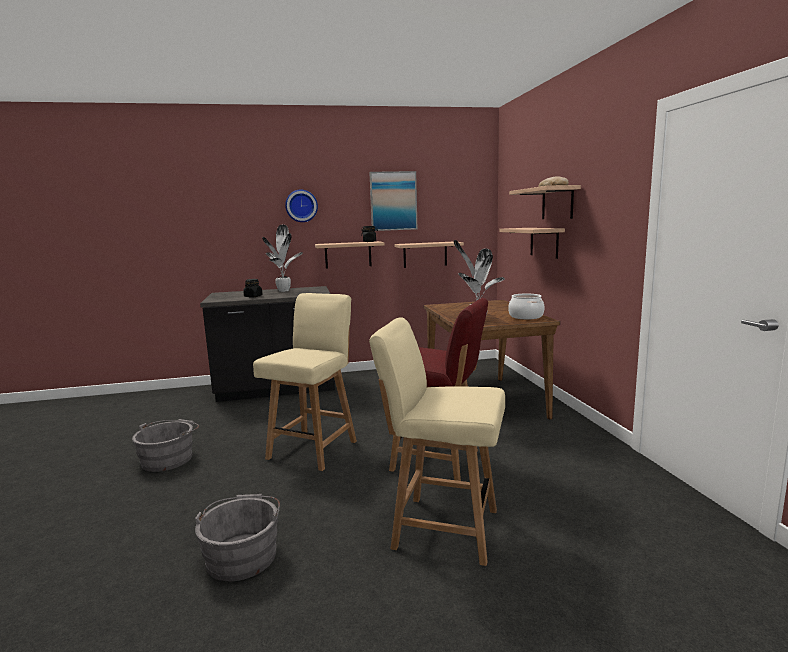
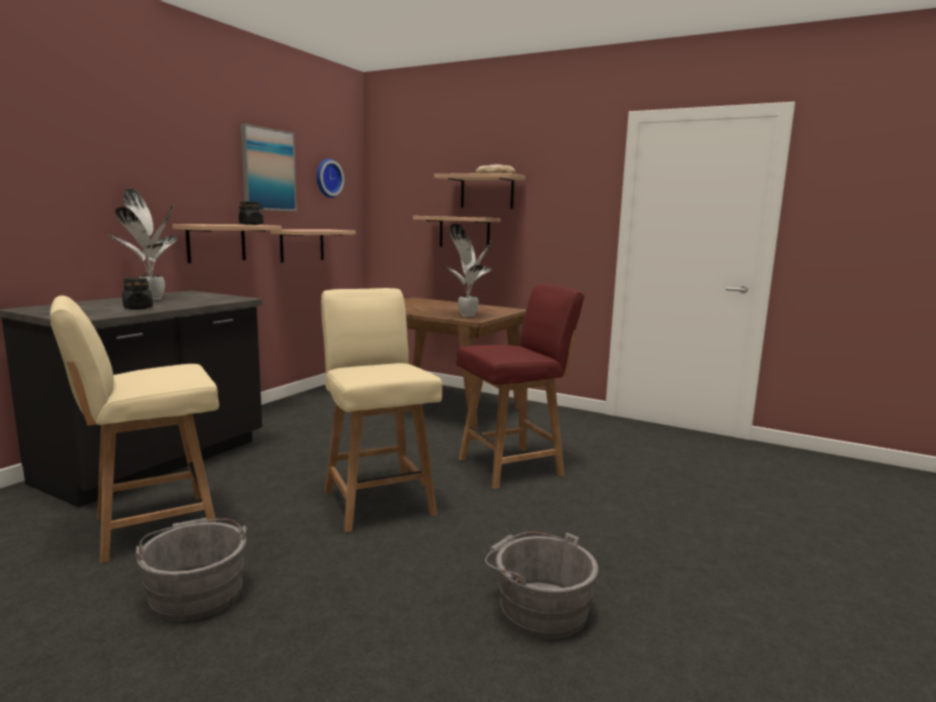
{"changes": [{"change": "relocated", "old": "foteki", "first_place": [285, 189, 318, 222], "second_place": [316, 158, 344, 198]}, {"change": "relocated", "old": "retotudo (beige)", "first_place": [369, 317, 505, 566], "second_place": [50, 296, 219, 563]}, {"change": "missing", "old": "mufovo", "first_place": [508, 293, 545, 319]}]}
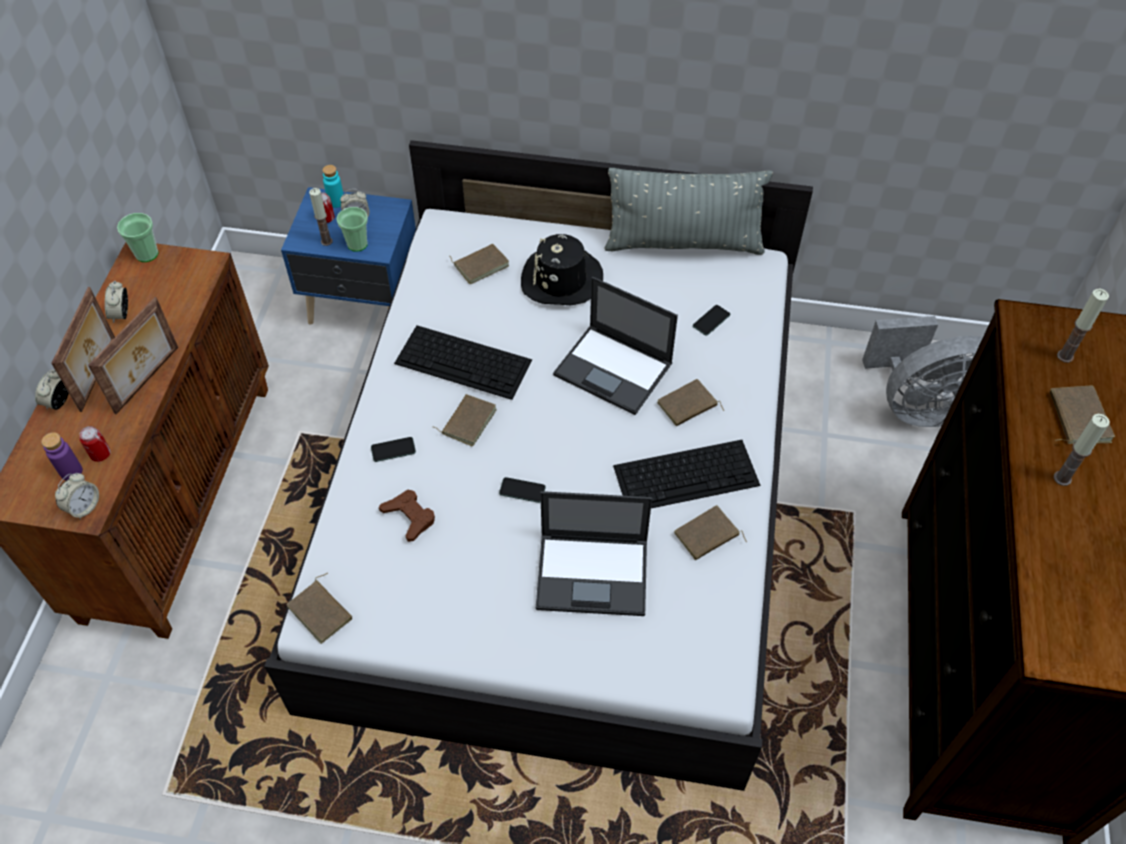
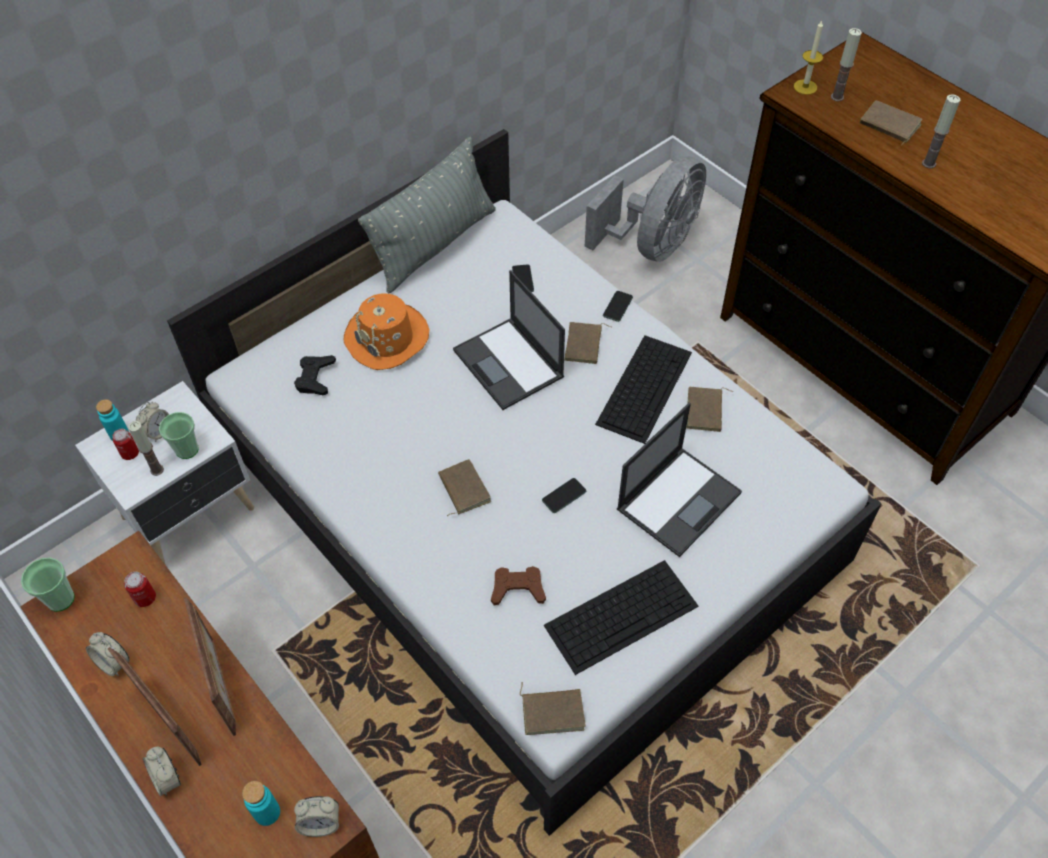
{"changes": [{"change": "colour", "old": "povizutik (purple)", "new": "povizutik (turquoise)", "first_place": [41, 432, 83, 481], "second_place": [242, 781, 280, 826]}, {"change": "spun", "old": "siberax", "first_place": [55, 473, 99, 519], "second_place": [294, 796, 339, 837], "degrees": 105}, {"change": "relocated", "old": "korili", "first_place": [79, 426, 111, 462], "second_place": [124, 572, 156, 607]}, {"change": "colour", "old": "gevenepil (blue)", "new": "gevenepil (white)", "first_place": [281, 187, 416, 325], "second_place": [75, 381, 254, 565]}, {"change": "relocated", "old": "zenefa", "first_place": [371, 437, 416, 462], "second_place": [603, 291, 633, 322]}, {"change": "relocated", "old": "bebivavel", "first_place": [394, 325, 532, 400], "second_place": [544, 560, 699, 675]}, {"change": "exchanged", "old": "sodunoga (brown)", "new": "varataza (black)", "first_place": [450, 244, 509, 284], "second_place": [294, 355, 336, 395]}, {"change": "colour", "old": "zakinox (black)", "new": "zakinox (orange)", "first_place": [521, 234, 603, 305], "second_place": [344, 293, 429, 370]}, {"change": "spun", "old": "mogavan", "first_place": [553, 277, 678, 415], "second_place": [453, 270, 565, 410], "degrees": 75}, {"change": "appeared", "new": "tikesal", "second_place": [794, 20, 823, 95]}]}
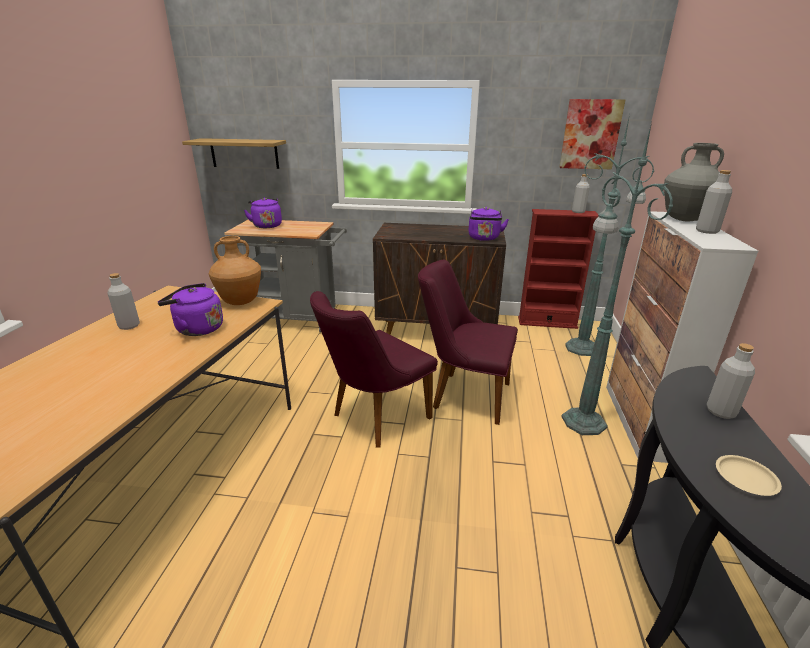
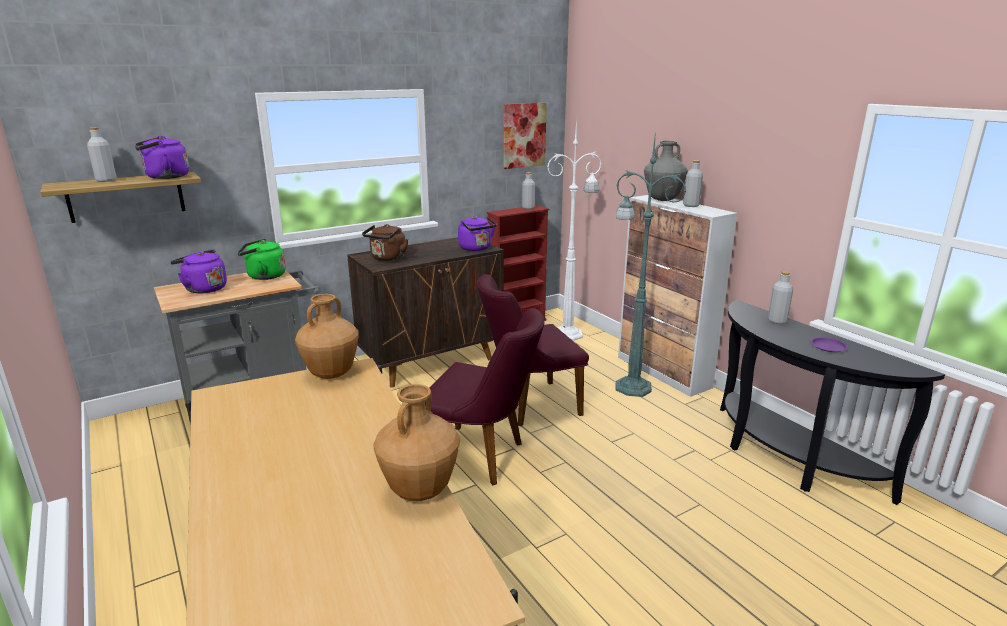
{"changes": [{"change": "relocated", "old": "povizutik (grey)", "first_place": [108, 273, 140, 330], "second_place": [87, 127, 117, 182]}, {"change": "relocated", "old": "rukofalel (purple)", "first_place": [158, 283, 223, 336], "second_place": [135, 136, 189, 179]}, {"change": "spun", "old": "retotudo (purple)", "first_place": [310, 291, 438, 448], "second_place": [425, 308, 545, 485], "degrees": -75}, {"change": "colour", "old": "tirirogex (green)", "new": "tirirogex (white)", "first_place": [565, 115, 654, 356], "second_place": [547, 119, 601, 341]}, {"change": "colour", "old": "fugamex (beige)", "new": "fugamex (purple)", "first_place": [716, 455, 782, 496], "second_place": [811, 337, 848, 352]}, {"change": "appeared", "new": "rukofalel (green)", "second_place": [238, 239, 286, 280]}, {"change": "appeared", "new": "rukofalel (brown)", "second_place": [362, 224, 408, 261]}, {"change": "appeared", "new": "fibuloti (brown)", "second_place": [373, 384, 460, 501]}]}
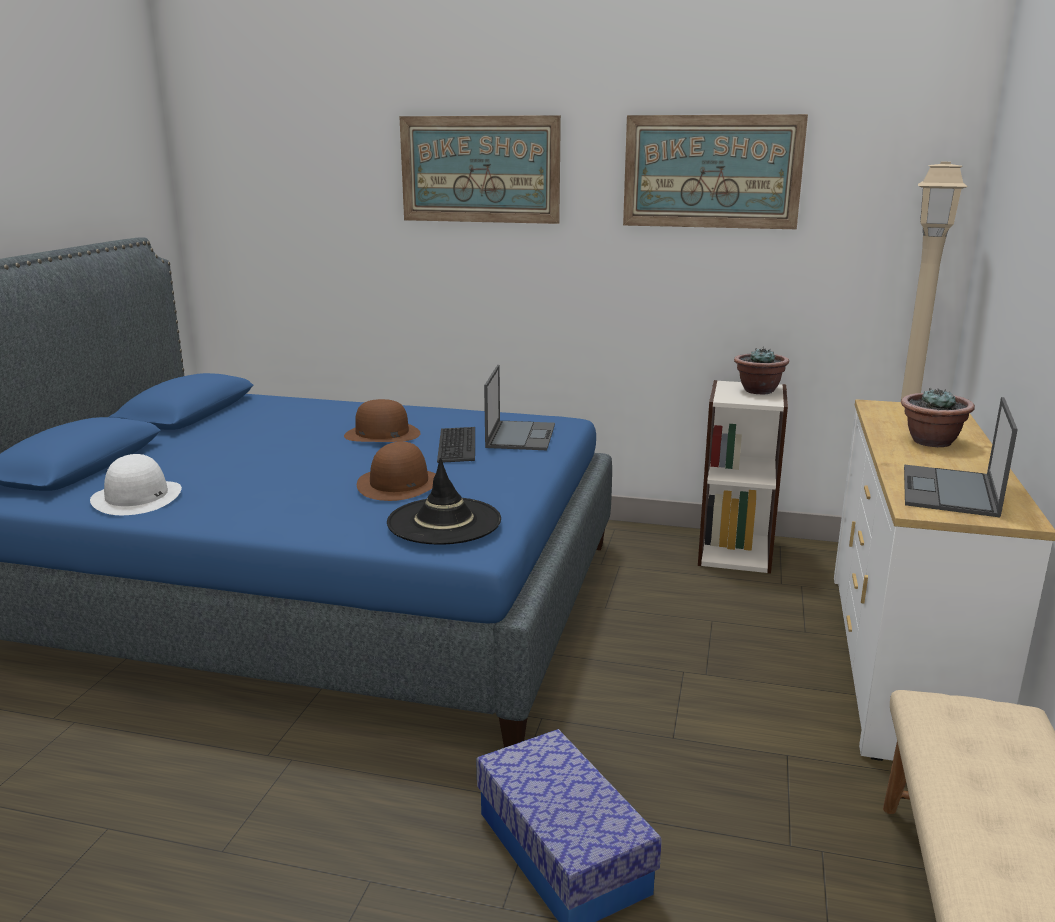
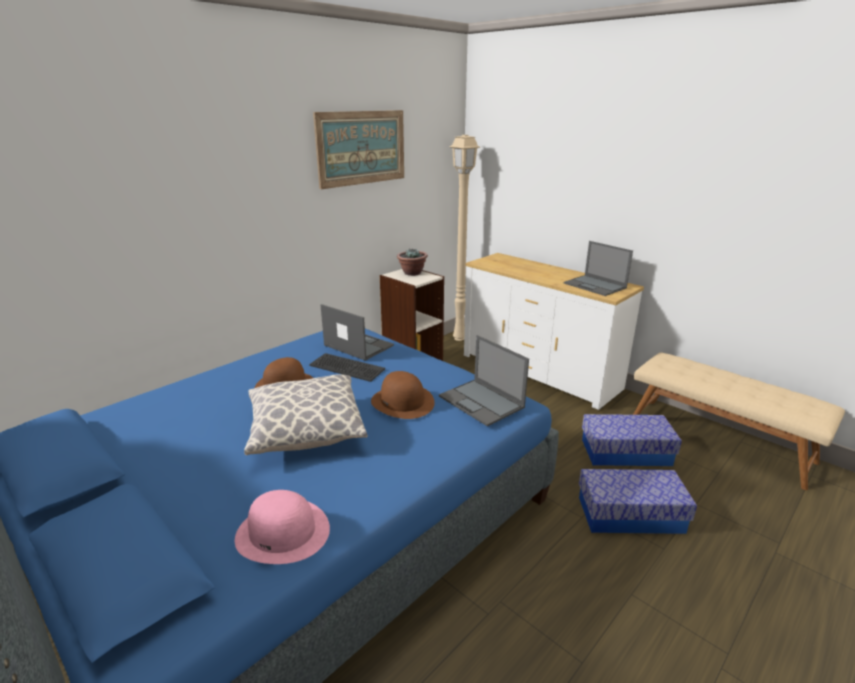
{"changes": [{"change": "colour", "old": "zakinox (white)", "new": "zakinox (pink)", "first_place": [90, 454, 182, 515], "second_place": [235, 490, 330, 564]}, {"change": "exchanged", "old": "zakinox (black)", "new": "mogavan", "first_place": [387, 458, 501, 544], "second_place": [439, 335, 529, 426]}, {"change": "missing", "old": "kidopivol", "first_place": [399, 115, 561, 224]}, {"change": "missing", "old": "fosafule", "first_place": [901, 388, 975, 447]}, {"change": "appeared", "new": "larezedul", "second_place": [244, 374, 367, 455]}, {"change": "appeared", "new": "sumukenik", "second_place": [582, 414, 682, 466]}]}
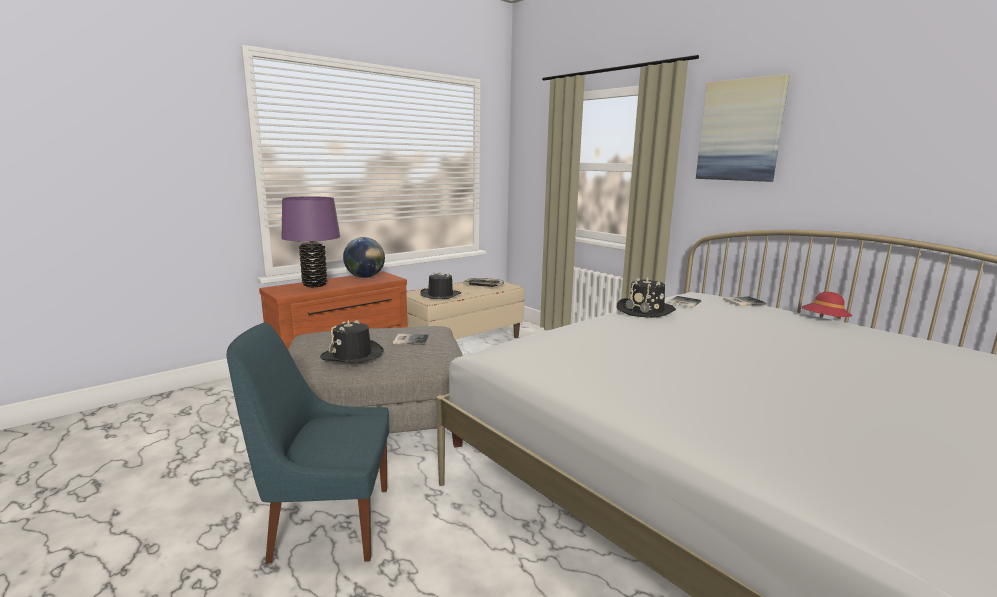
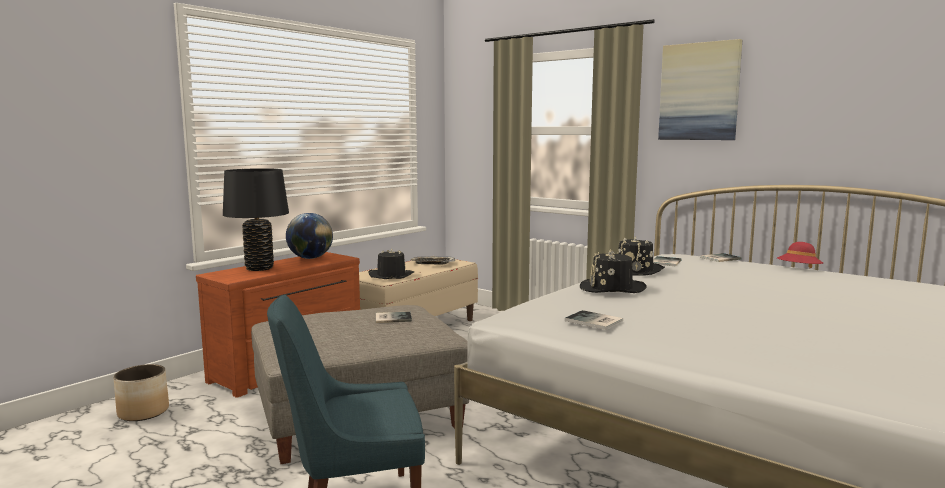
{"changes": [{"change": "colour", "old": "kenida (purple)", "new": "kenida (black)", "first_place": [282, 196, 340, 287], "second_place": [223, 168, 289, 271]}, {"change": "relocated", "old": "zakinox (black)", "first_place": [320, 320, 384, 364], "second_place": [580, 249, 647, 293]}, {"change": "appeared", "new": "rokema", "second_place": [113, 364, 169, 421]}, {"change": "appeared", "new": "sodunoga", "second_place": [565, 310, 623, 330]}]}
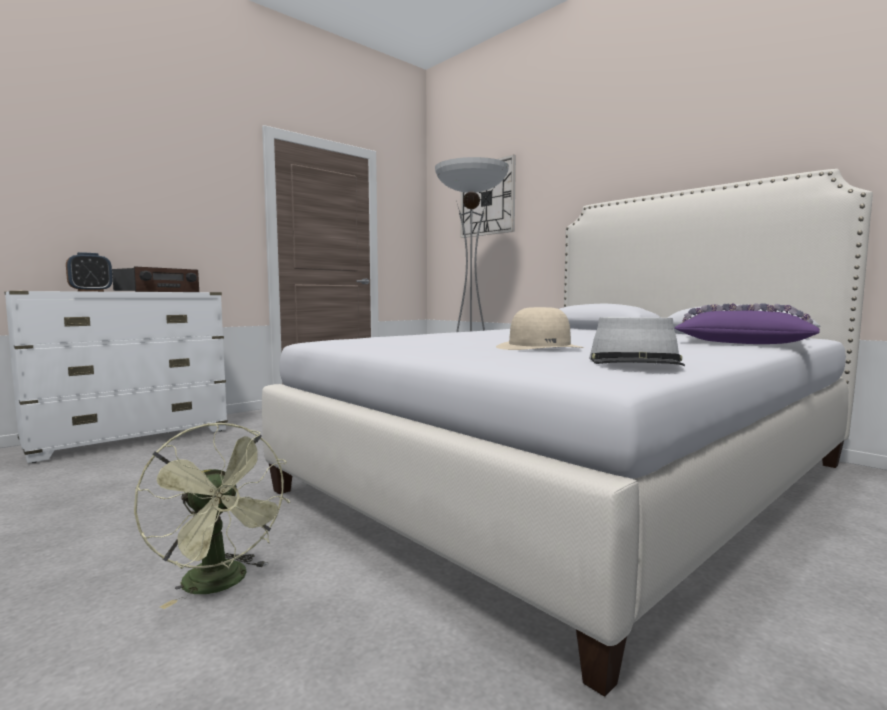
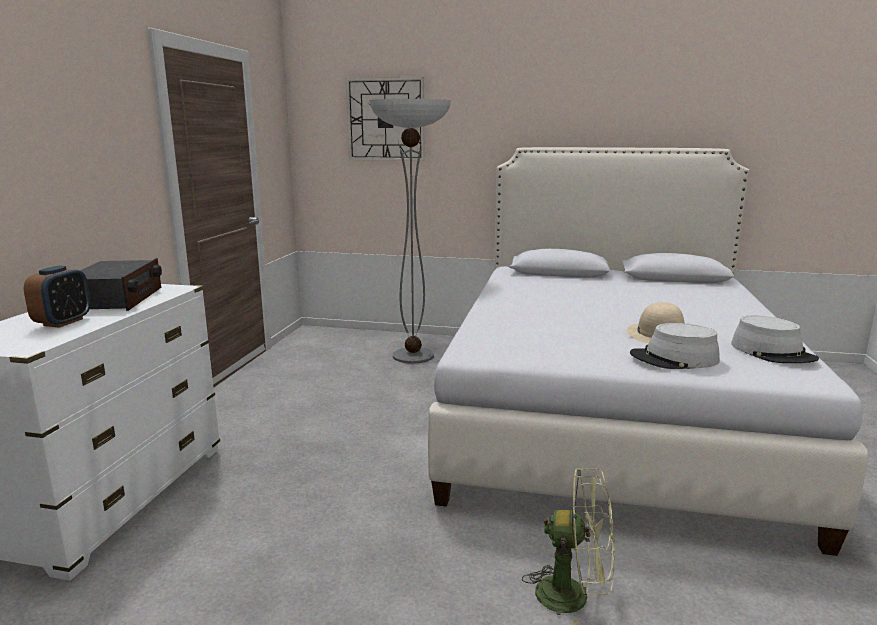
{"changes": [{"change": "missing", "old": "larezedul (purple)", "first_place": [675, 303, 820, 344]}, {"change": "appeared", "new": "zakinox (grey)", "second_place": [630, 323, 720, 369]}]}
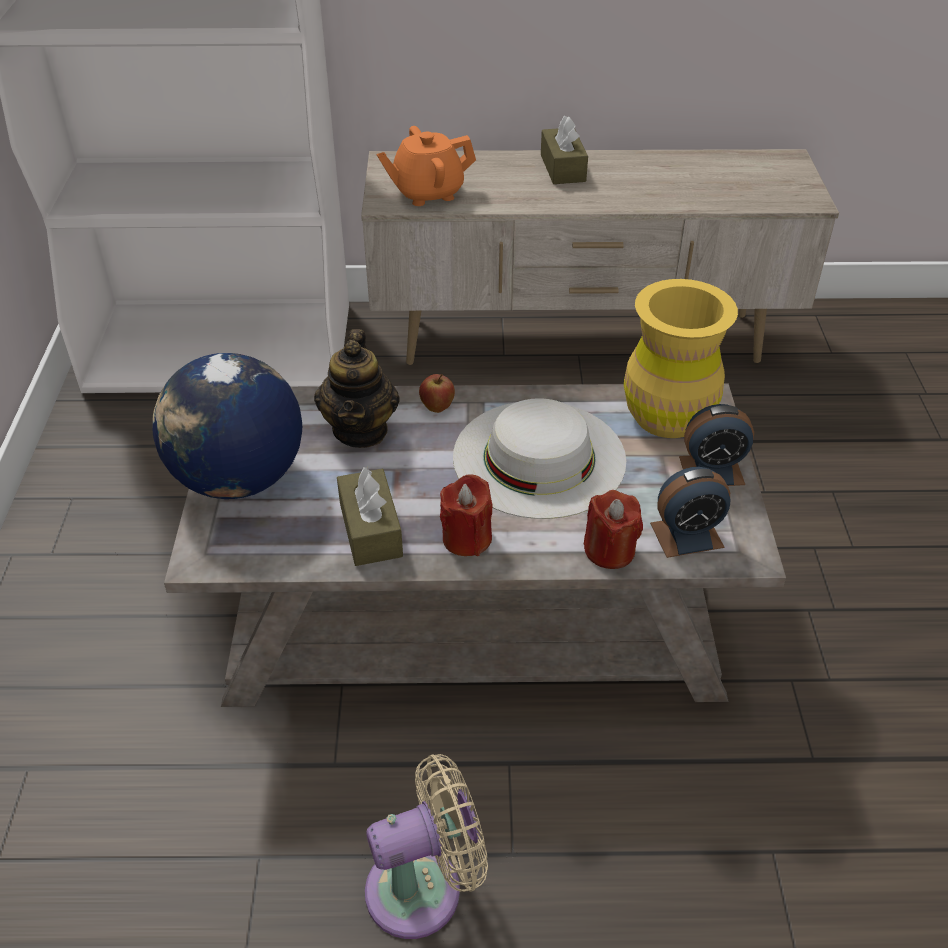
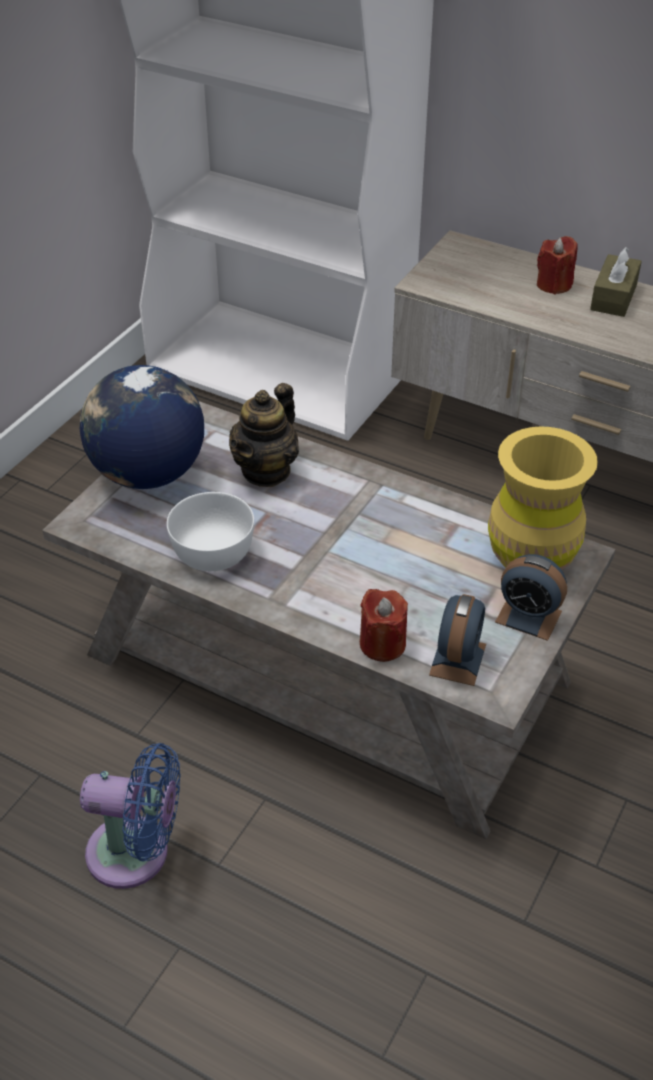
{"changes": [{"change": "exchanged", "old": "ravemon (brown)", "new": "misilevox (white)", "first_place": [337, 466, 403, 566], "second_place": [167, 492, 254, 571]}, {"change": "colour", "old": "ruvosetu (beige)", "new": "ruvosetu (blue)", "first_place": [365, 754, 488, 939], "second_place": [80, 743, 180, 889]}, {"change": "missing", "old": "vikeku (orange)", "first_place": [377, 126, 476, 206]}, {"change": "missing", "old": "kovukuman", "first_place": [419, 374, 455, 413]}, {"change": "relocated", "old": "tikesal (red)", "first_place": [440, 474, 493, 556], "second_place": [537, 236, 578, 294]}, {"change": "missing", "old": "zakinox (white)", "first_place": [453, 398, 626, 519]}, {"change": "spun", "old": "siberax", "first_place": [650, 467, 731, 558], "second_place": [429, 594, 486, 686], "degrees": -90}]}
